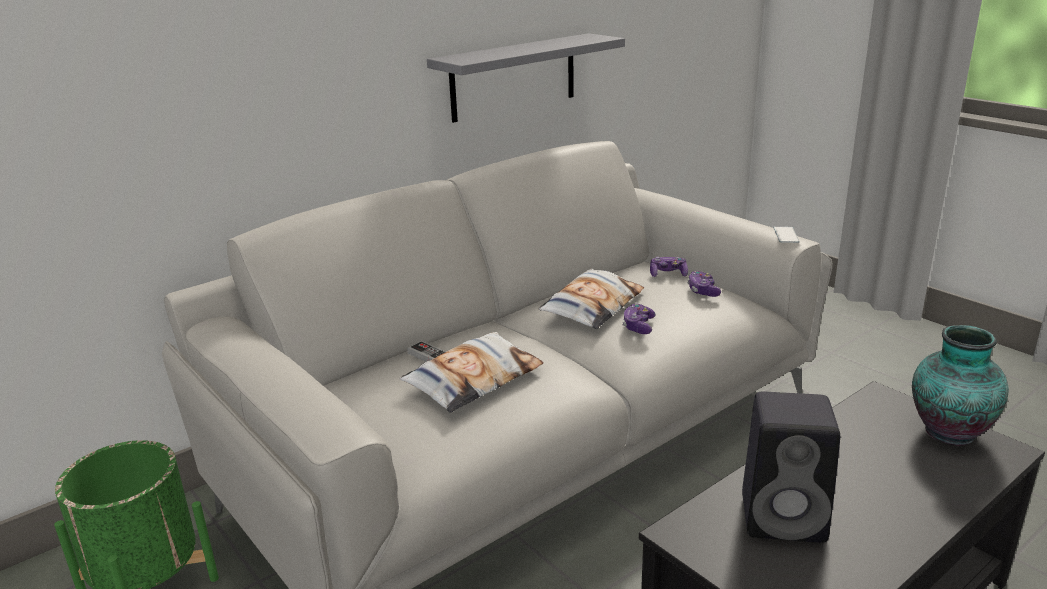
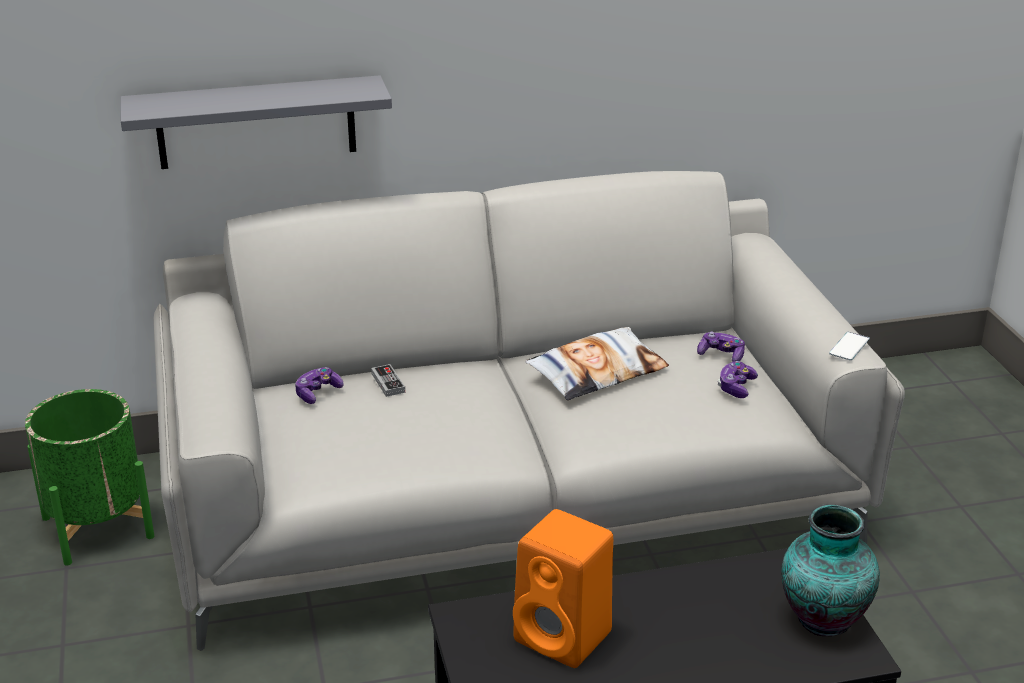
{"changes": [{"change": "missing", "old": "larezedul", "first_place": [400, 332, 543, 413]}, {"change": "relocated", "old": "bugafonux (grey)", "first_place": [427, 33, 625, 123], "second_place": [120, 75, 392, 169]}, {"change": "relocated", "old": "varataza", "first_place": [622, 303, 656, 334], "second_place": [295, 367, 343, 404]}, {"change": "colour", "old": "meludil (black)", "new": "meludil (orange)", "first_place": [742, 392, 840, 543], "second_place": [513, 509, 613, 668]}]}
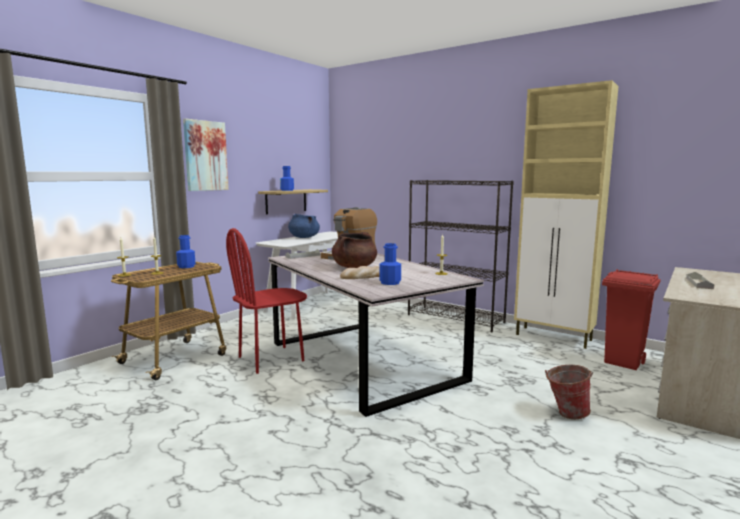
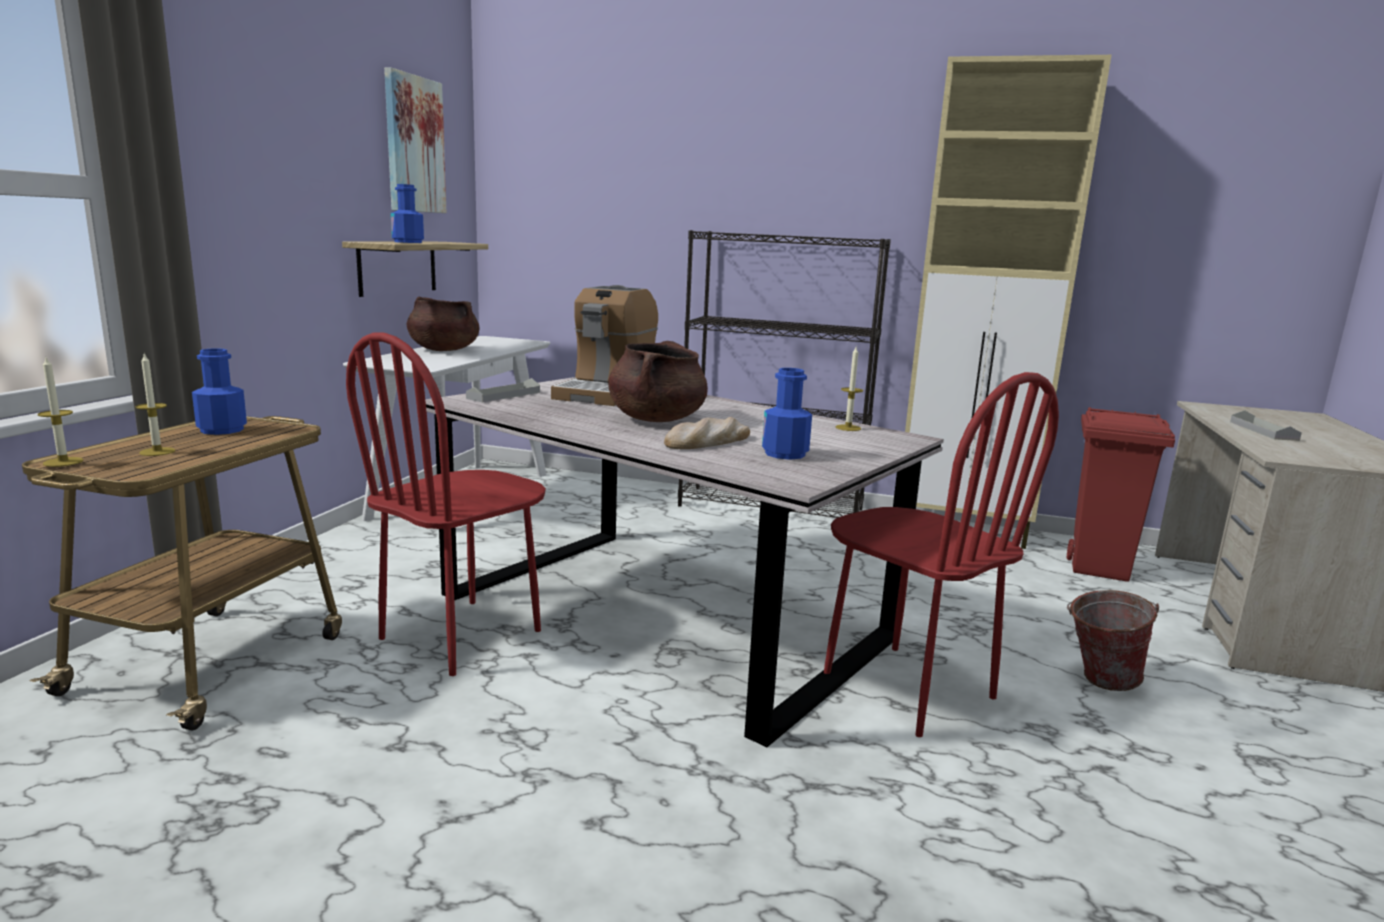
{"changes": [{"change": "relocated", "old": "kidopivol", "first_place": [183, 118, 229, 191], "second_place": [384, 67, 447, 213]}, {"change": "colour", "old": "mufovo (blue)", "new": "mufovo (brown)", "first_place": [288, 214, 320, 238], "second_place": [407, 297, 479, 351]}, {"change": "appeared", "new": "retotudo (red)", "second_place": [824, 372, 1059, 737]}]}
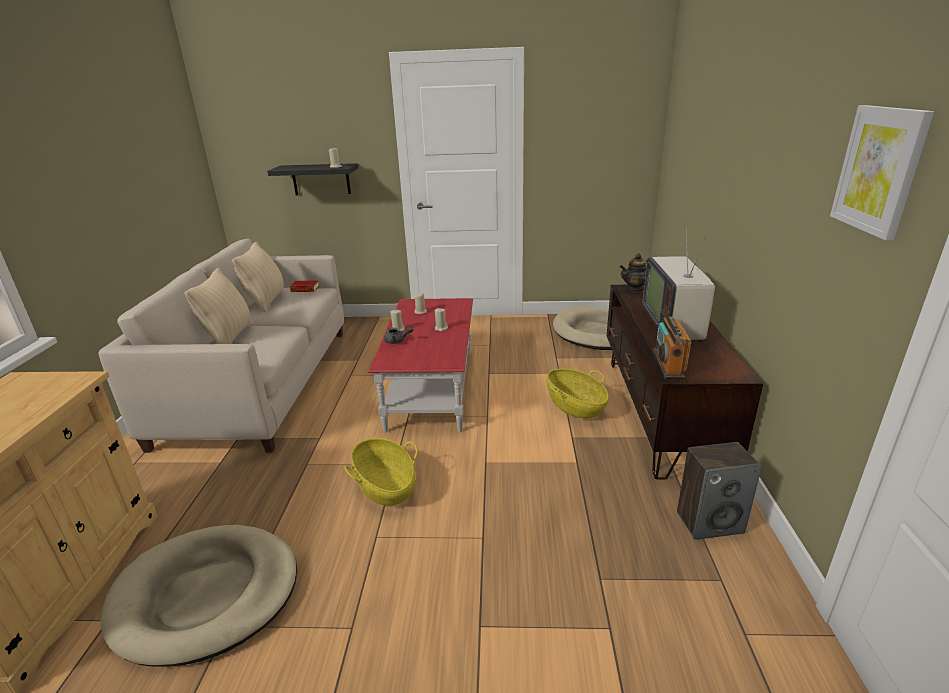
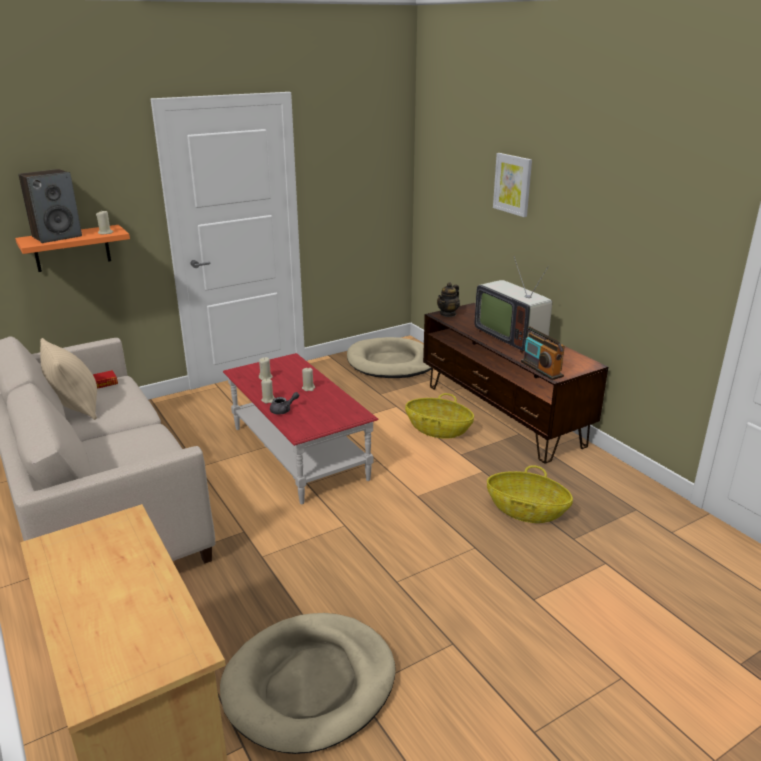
{"changes": [{"change": "missing", "old": "larezedul (beige)", "first_place": [185, 268, 253, 344]}, {"change": "colour", "old": "bugafonux (black)", "new": "bugafonux (orange)", "first_place": [267, 163, 359, 195], "second_place": [15, 225, 130, 272]}, {"change": "relocated", "old": "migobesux", "first_place": [344, 438, 418, 506], "second_place": [487, 465, 573, 523]}, {"change": "relocated", "old": "meludil", "first_place": [677, 442, 762, 540], "second_place": [18, 169, 82, 243]}, {"change": "relocated", "old": "kidopivol", "first_place": [830, 105, 934, 240], "second_place": [493, 153, 532, 217]}]}
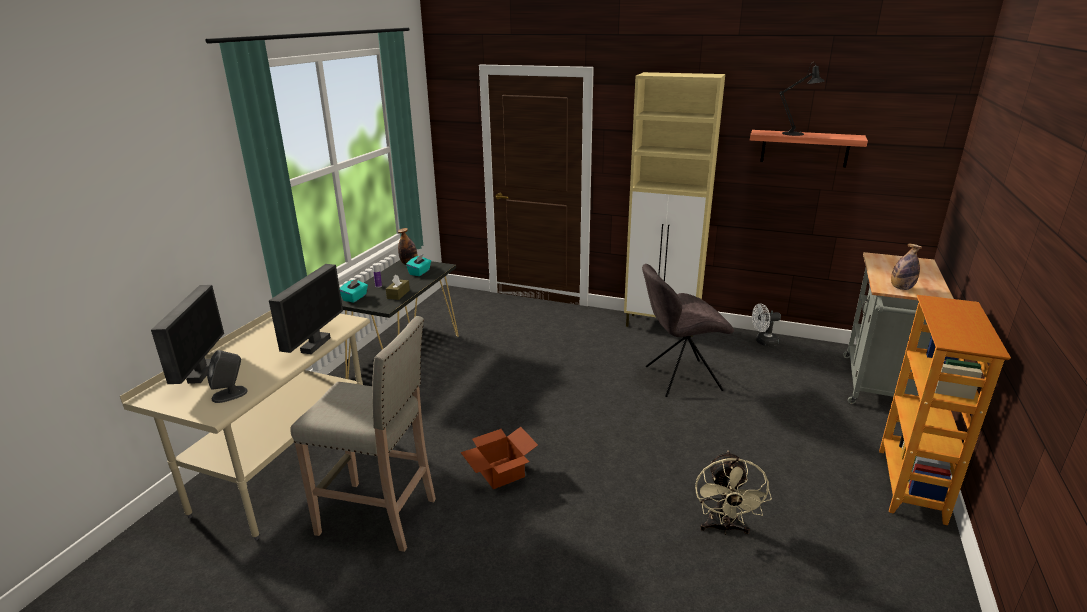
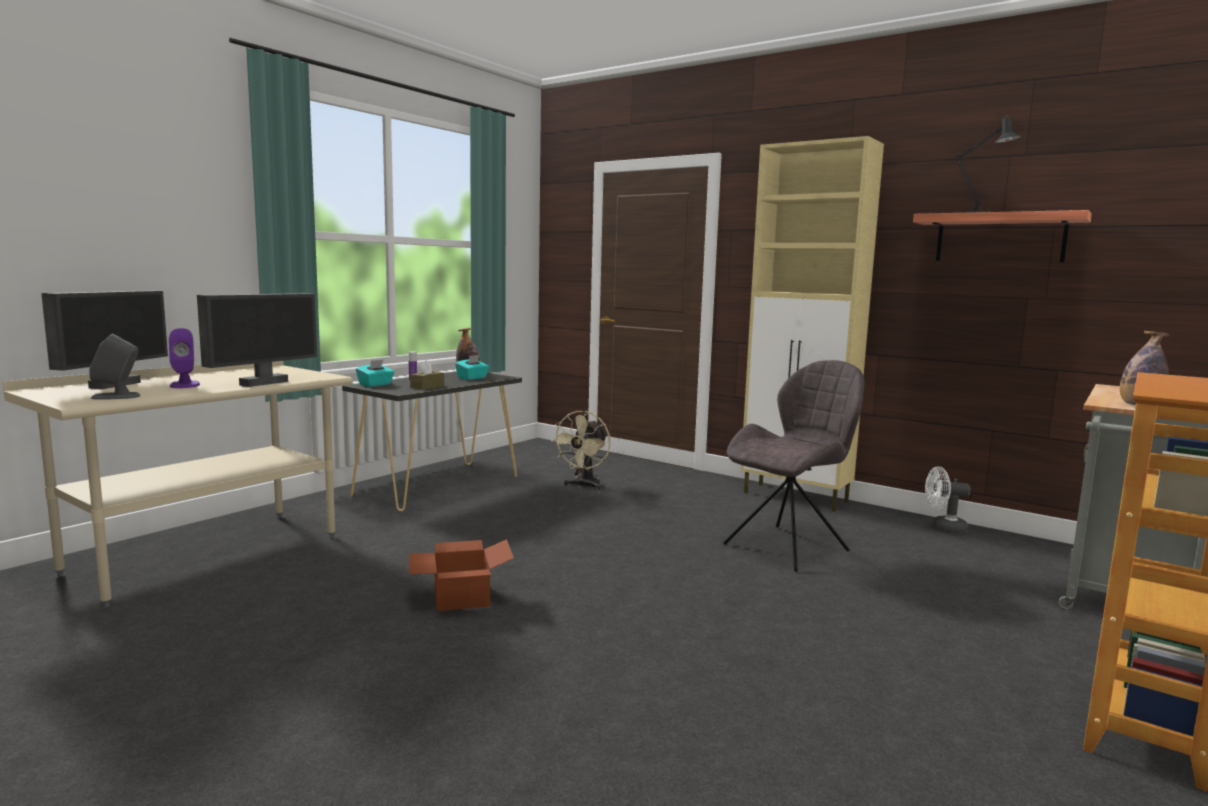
{"changes": [{"change": "missing", "old": "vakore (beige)", "first_place": [290, 316, 436, 552]}, {"change": "spun", "old": "retotudo (grey)", "first_place": [642, 264, 734, 397], "second_place": [723, 360, 864, 572], "degrees": 135}, {"change": "relocated", "old": "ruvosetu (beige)", "first_place": [695, 451, 772, 535], "second_place": [551, 410, 610, 490]}, {"change": "appeared", "new": "meludil (purple)", "second_place": [169, 328, 200, 388]}]}
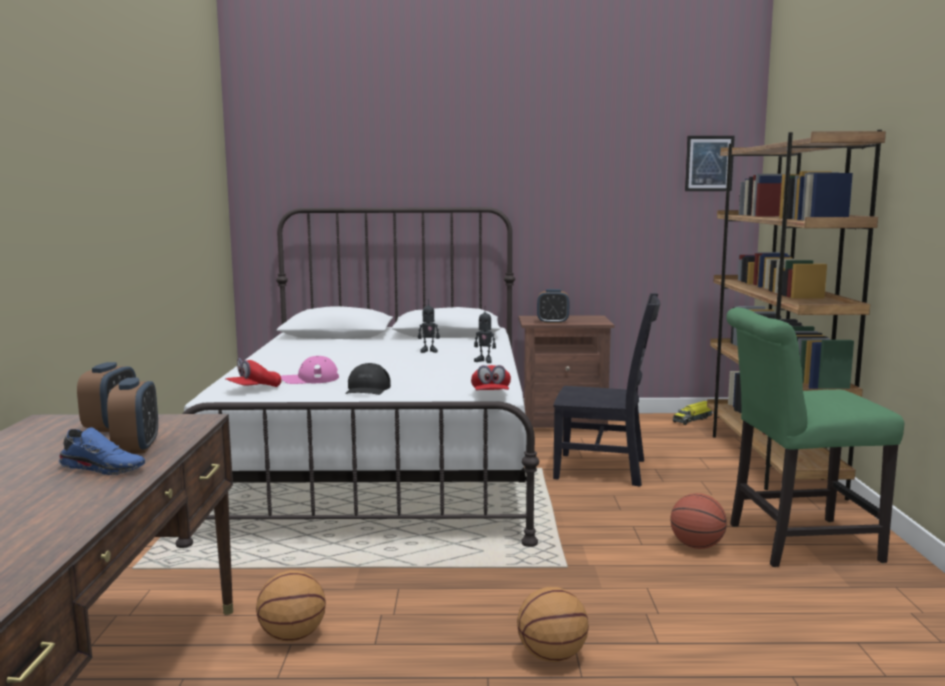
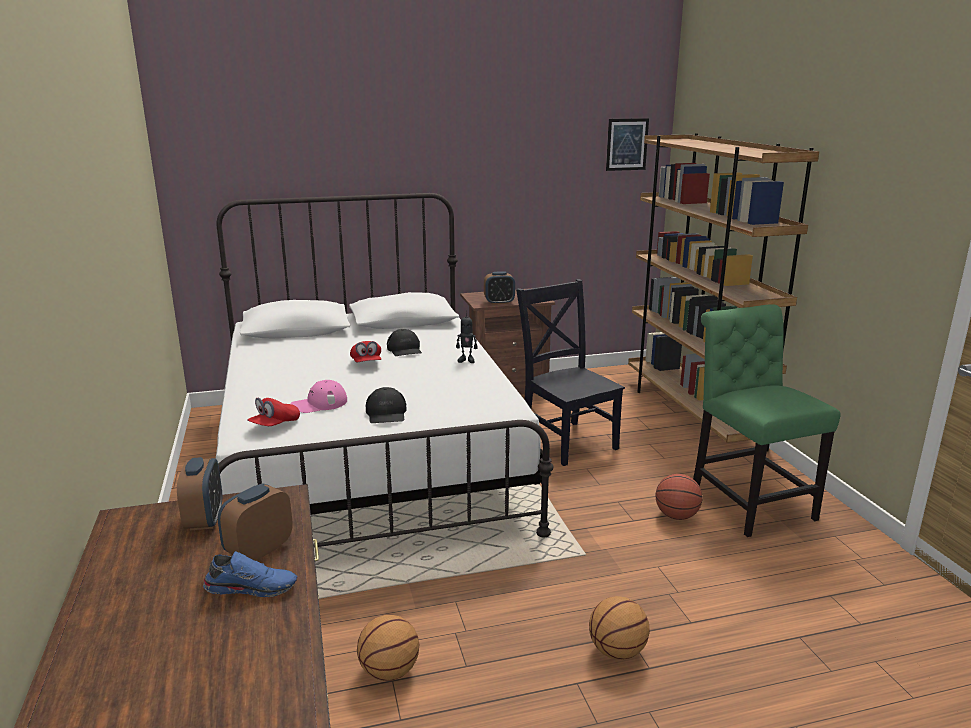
{"changes": [{"change": "spun", "old": "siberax", "first_place": [107, 377, 158, 454], "second_place": [218, 483, 293, 561], "degrees": -120}, {"change": "exchanged", "old": "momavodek", "new": "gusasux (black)", "first_place": [418, 299, 440, 353], "second_place": [387, 329, 422, 356]}, {"change": "relocated", "old": "gusasux (red)", "first_place": [471, 365, 511, 390], "second_place": [350, 341, 381, 362]}, {"change": "spun", "old": "retotudo (black)", "first_place": [553, 293, 661, 487], "second_place": [516, 279, 625, 466], "degrees": -120}, {"change": "missing", "old": "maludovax", "first_place": [673, 401, 713, 425]}, {"change": "spun", "old": "retotudo (green)", "first_place": [726, 307, 904, 567], "second_place": [693, 304, 841, 537], "degrees": 90}]}
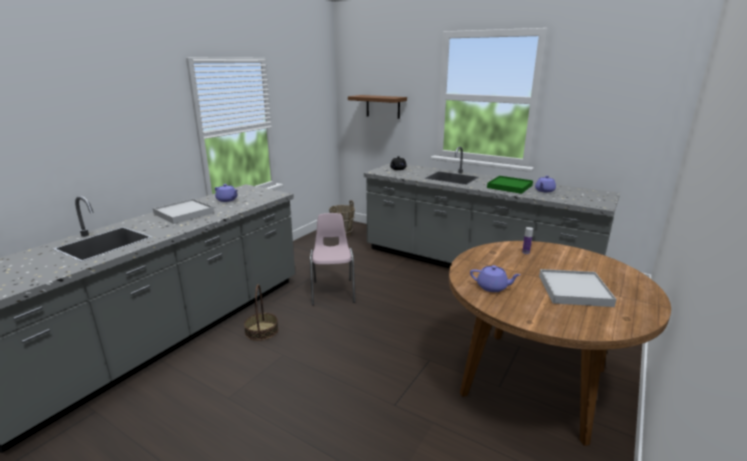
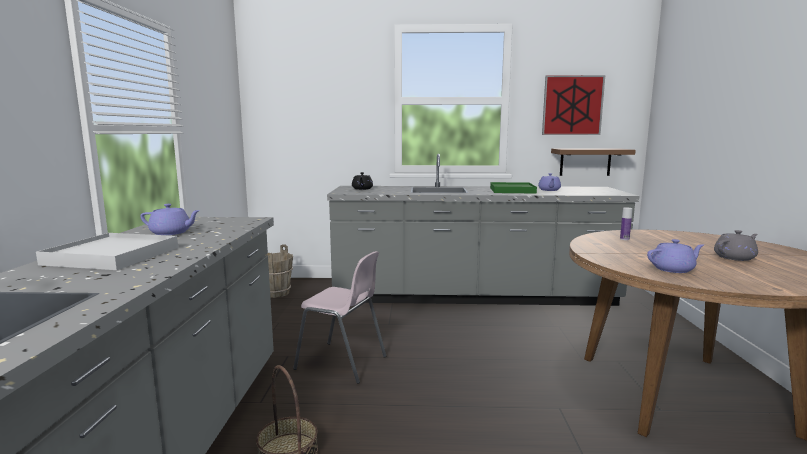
{"changes": [{"change": "spun", "old": "retotudo (pink)", "first_place": [310, 213, 355, 305], "second_place": [293, 251, 387, 384], "degrees": 150}, {"change": "relocated", "old": "bugafonux (brown)", "first_place": [348, 95, 407, 119], "second_place": [551, 149, 636, 176]}, {"change": "exchanged", "old": "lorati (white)", "new": "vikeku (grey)", "first_place": [539, 269, 616, 307], "second_place": [714, 230, 758, 261]}, {"change": "appeared", "new": "kidopivol", "second_place": [542, 75, 605, 135]}]}
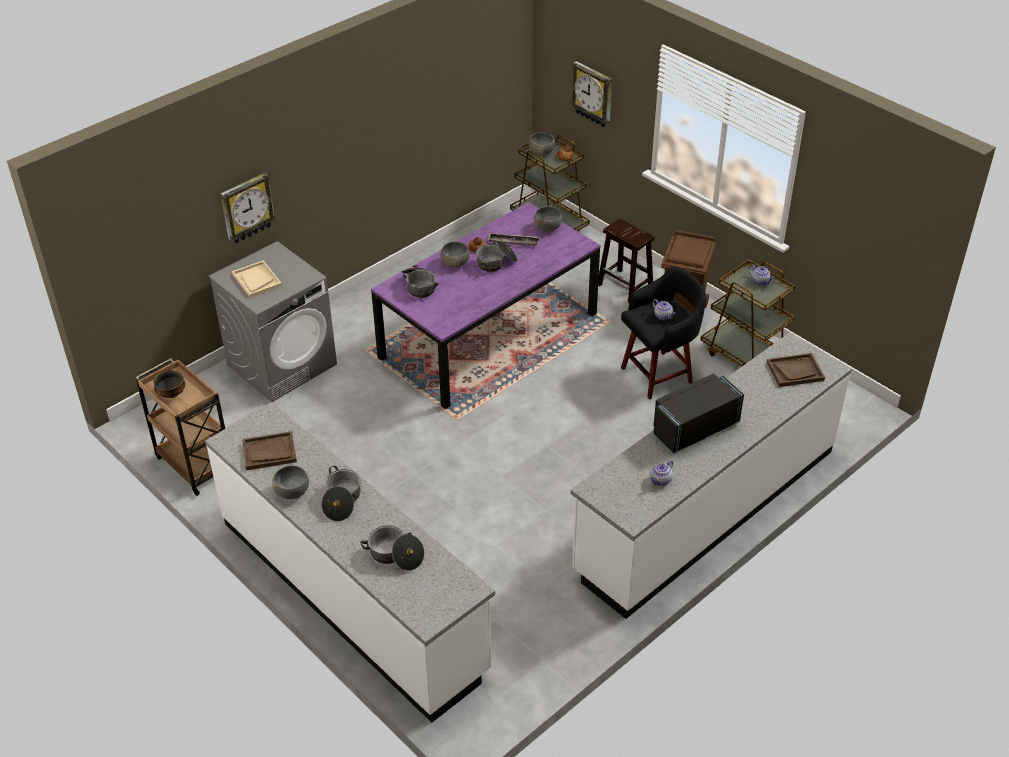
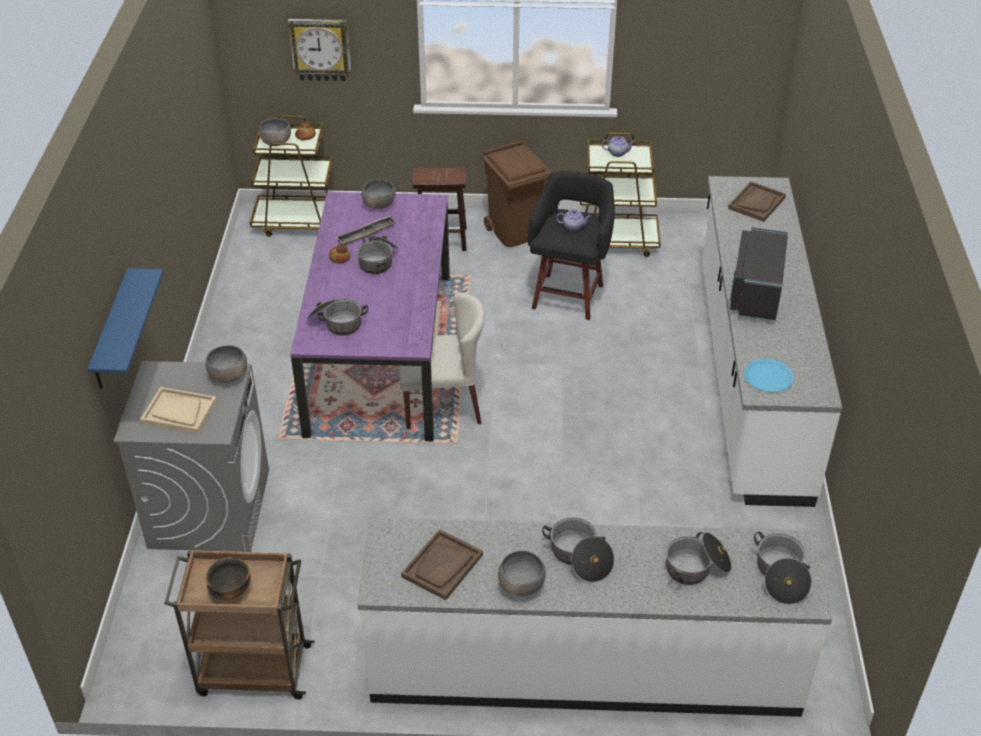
{"changes": [{"change": "exchanged", "old": "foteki", "new": "bugafonux (blue)", "first_place": [220, 172, 276, 243], "second_place": [87, 268, 164, 390]}, {"change": "relocated", "old": "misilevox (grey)", "first_place": [441, 242, 470, 268], "second_place": [205, 345, 247, 383]}, {"change": "missing", "old": "vikeku", "first_place": [651, 460, 673, 486]}, {"change": "appeared", "new": "retotudo (beige)", "second_place": [398, 293, 485, 429]}, {"change": "appeared", "new": "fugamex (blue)", "second_place": [744, 359, 794, 392]}, {"change": "appeared", "new": "mufovo", "second_place": [754, 531, 812, 604]}]}
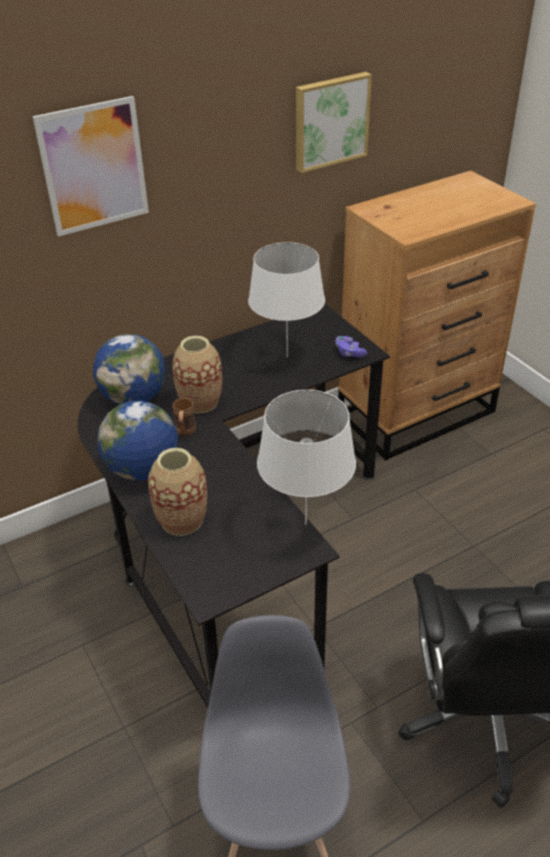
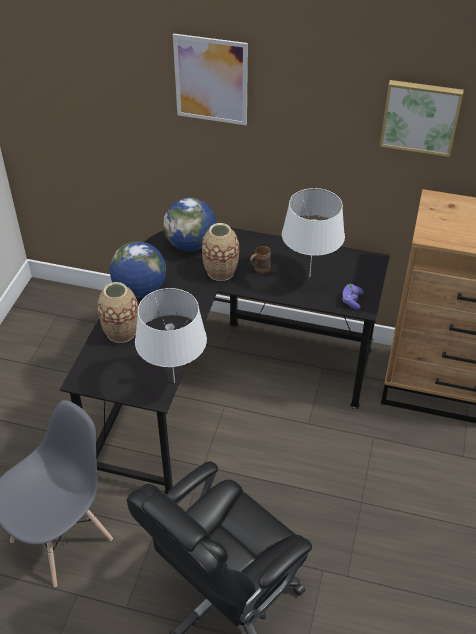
{"changes": [{"change": "relocated", "old": "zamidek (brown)", "first_place": [173, 398, 196, 436], "second_place": [250, 246, 271, 274]}]}
